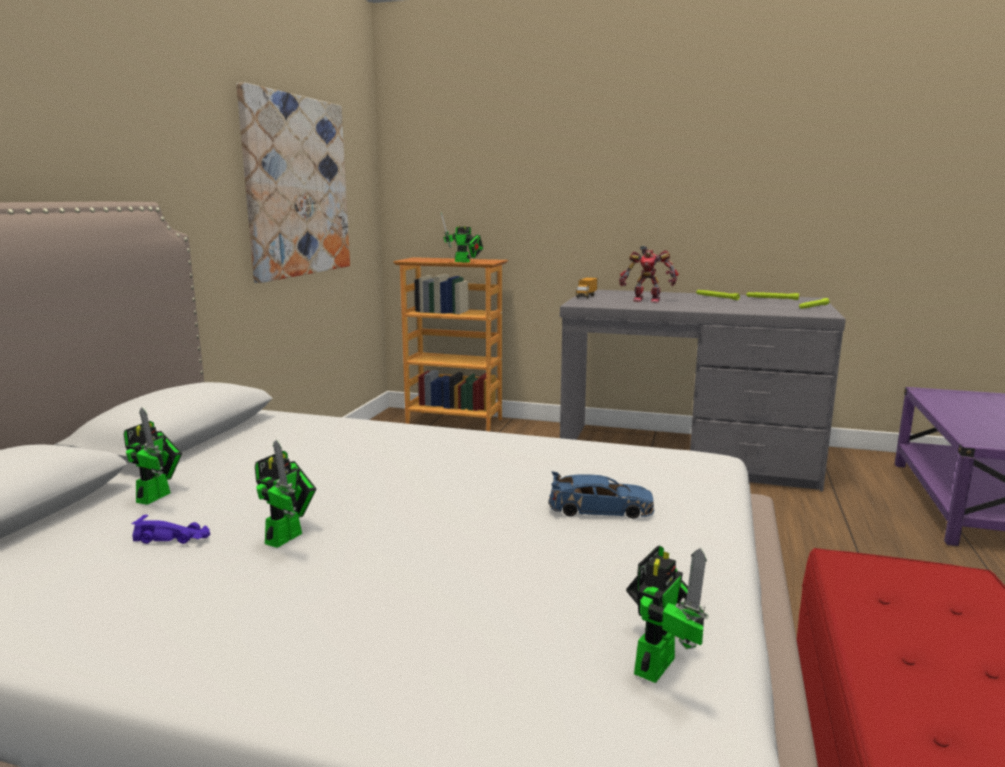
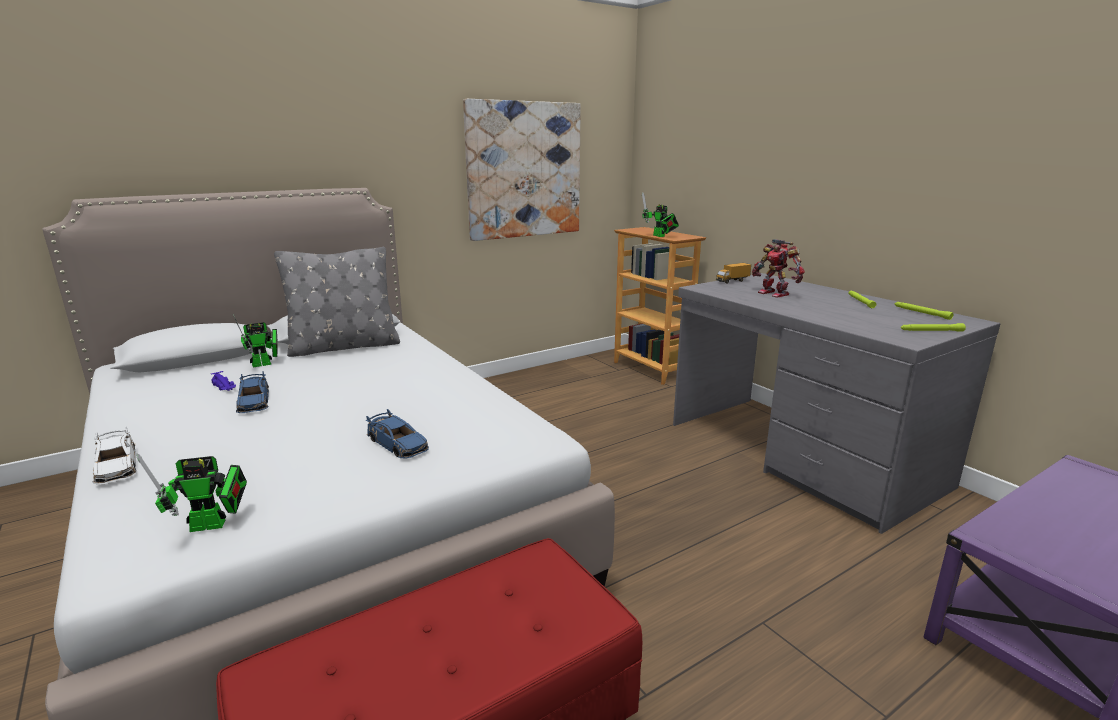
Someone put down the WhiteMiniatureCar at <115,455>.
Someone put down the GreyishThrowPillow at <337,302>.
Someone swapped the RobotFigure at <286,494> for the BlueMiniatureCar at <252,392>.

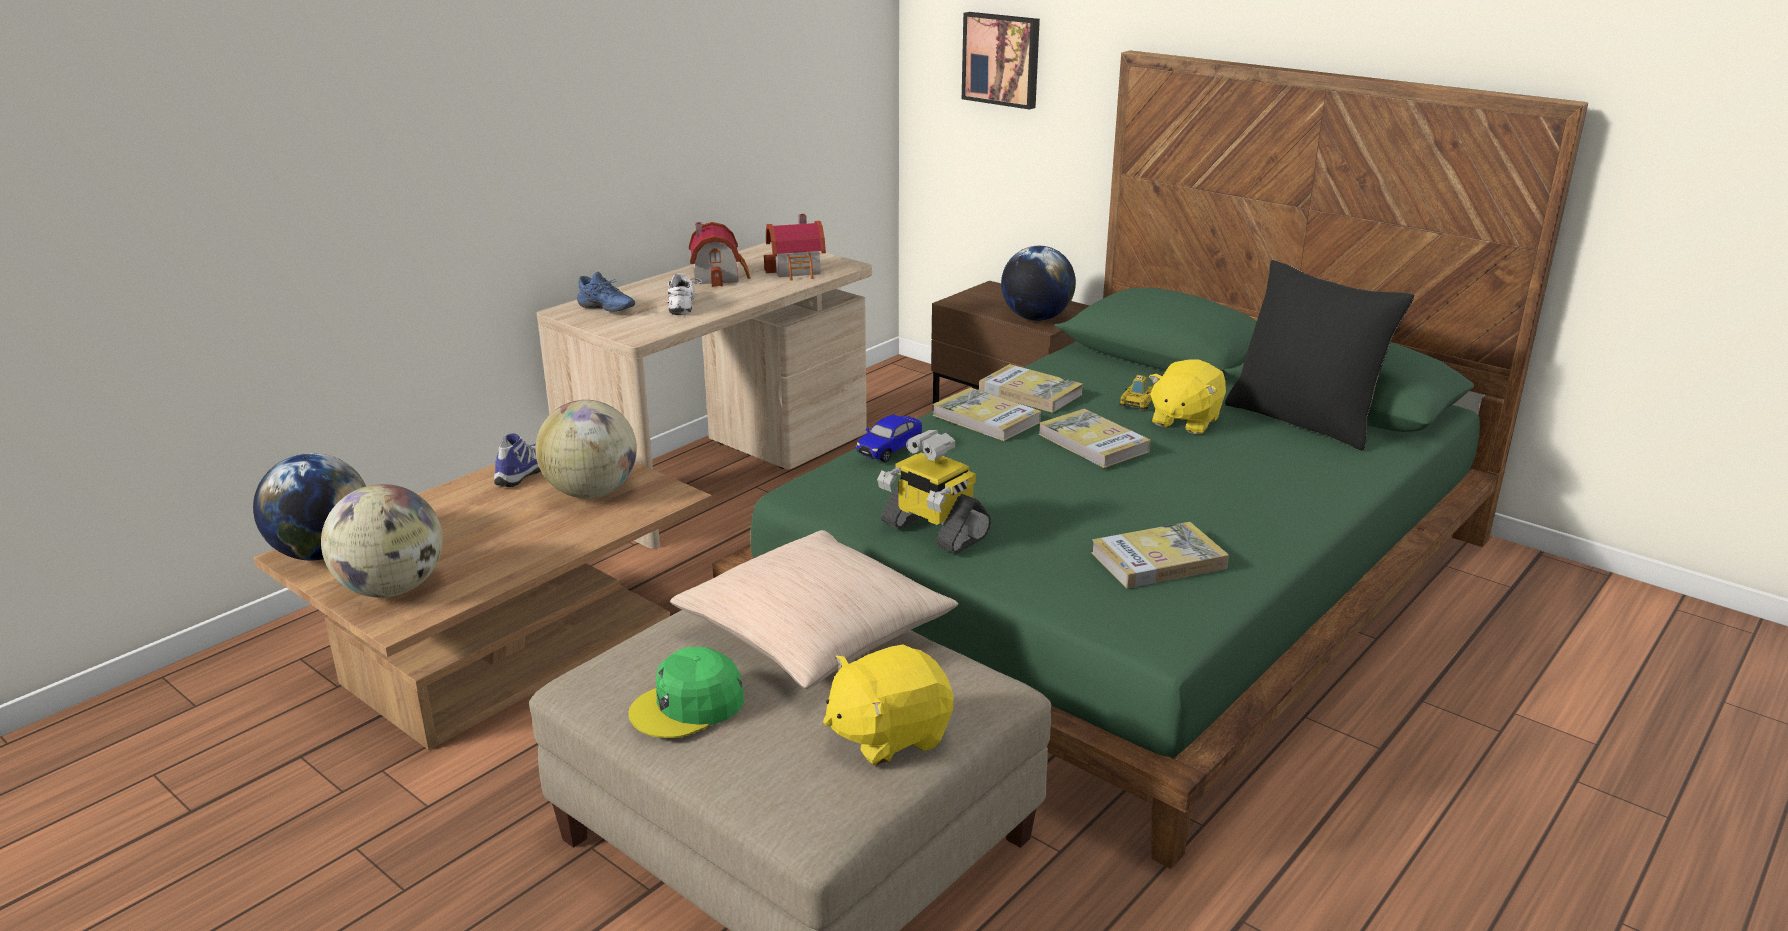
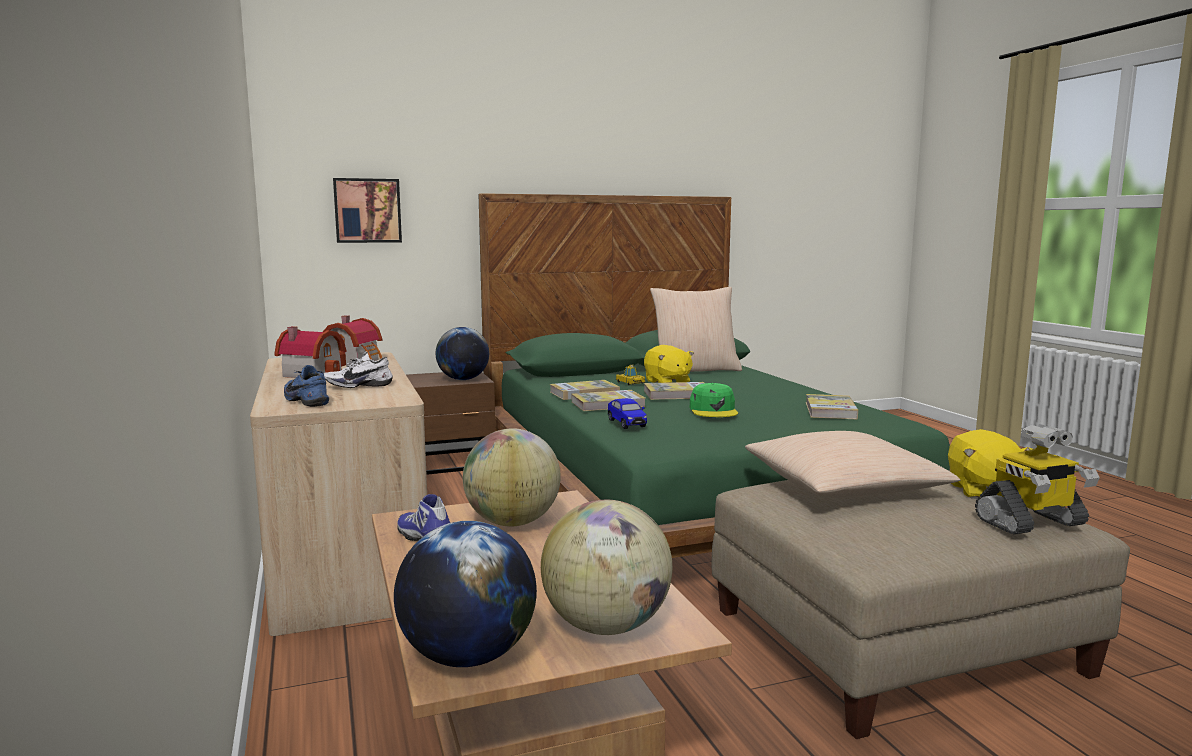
Someone carried the GreenBaseballCap from <686,692> to <714,400>.
Someone carried the RobotFigure from <934,492> to <1037,479>.
Someone repainted the BlackColouredThrowPillow at <1320,355>, which became the BeigeThrowPillow at <696,329>.
Someone rotated the BlueLowShoe at <606,292> by 105 degrees counterclockwise.
Someone rotated the WhiteLowShoe at <684,294> by 45 degrees counterclockwise.

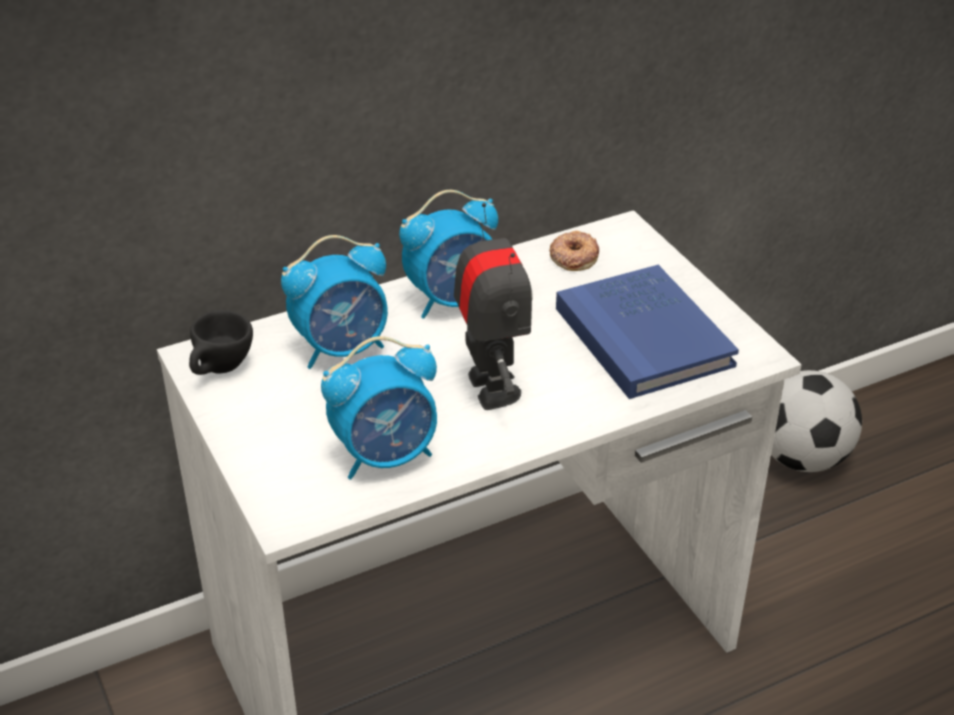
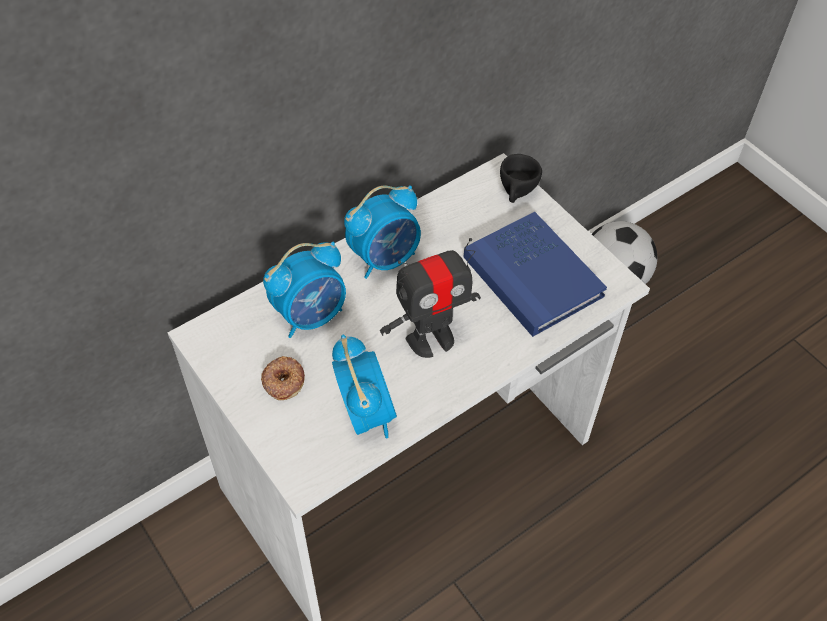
Someone carried the BlackColouredCup from <221,342> to <521,178>.
Someone carried the RingDoughnut from <574,251> to <283,378>.
Someone rotated the AlarmClock at <379,408> by 75 degrees counterclockwise.
Someone rotated the RobotFigure at <493,306> by 90 degrees clockwise.

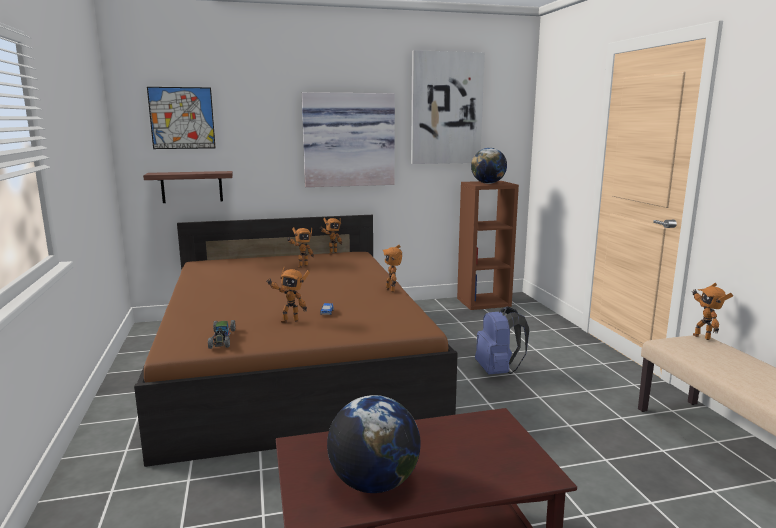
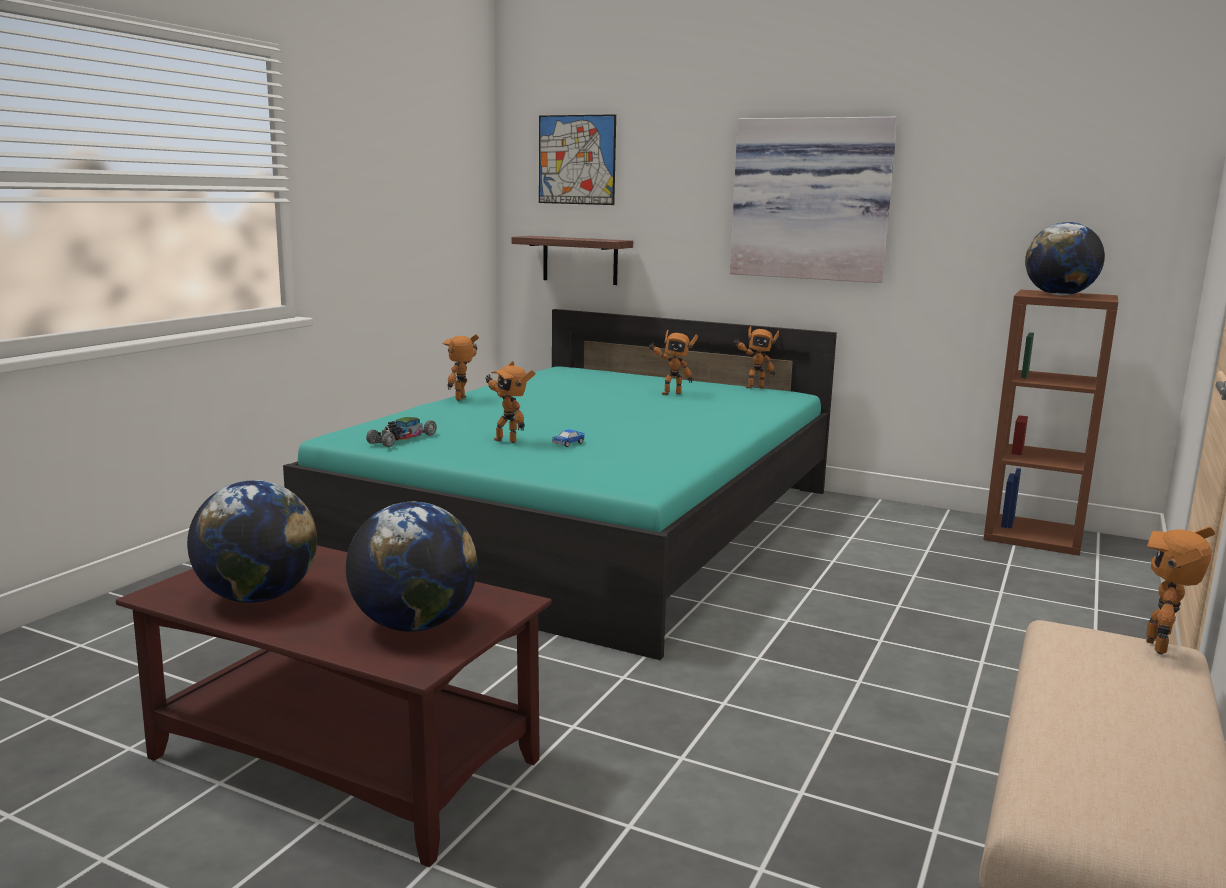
Someone took away the WallPicture at <448,107>.
Someone took away the BlueBackpack at <502,340>.
Someone put down the DeskGlobe at <411,567>.
Someone carried the RobotFigure from <392,268> to <460,367>.
Someone repainted the BrownishBed at <296,341>, which became the BlueGreenBed at <560,484>.

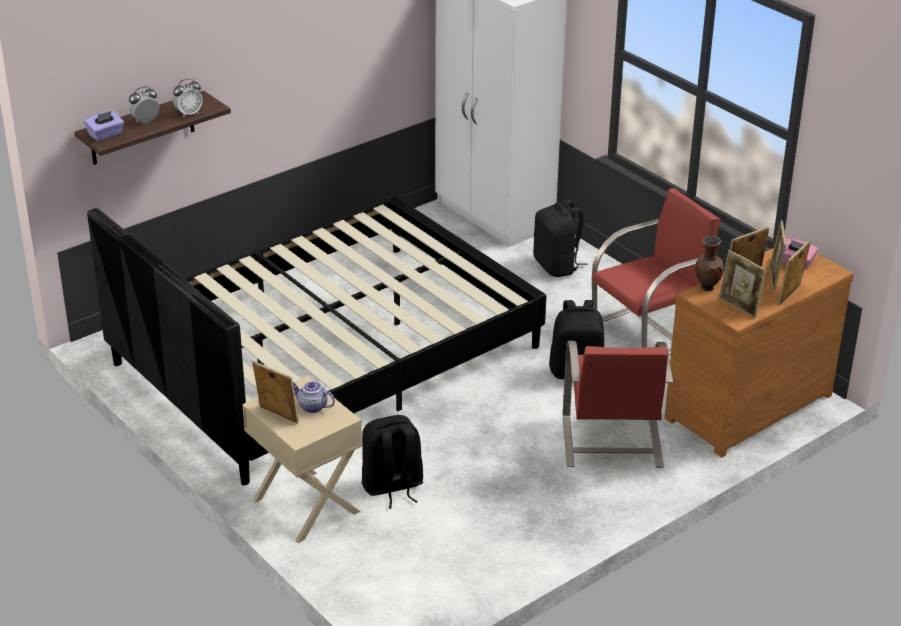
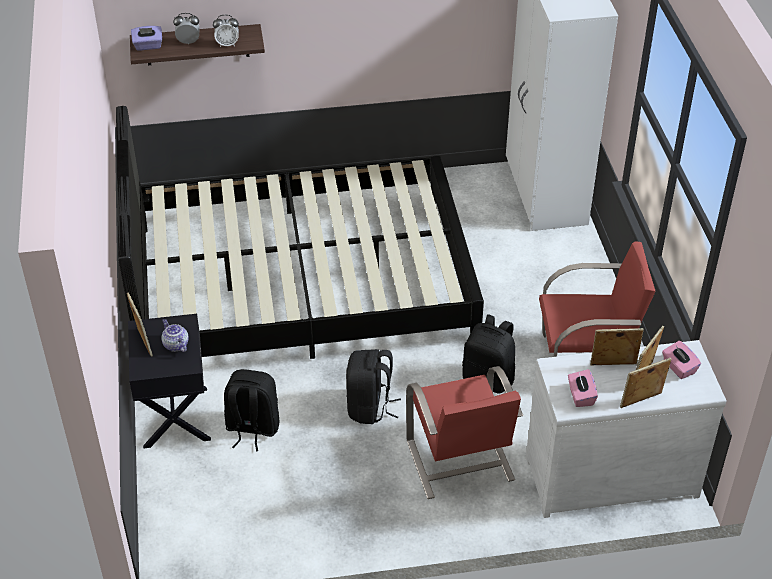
Someone took away the BrownishDecorativeVase at <709,263>.
Someone carried the BlackColouredBackpack from <560,238> to <373,386>.
Someone swapped the StandingFrame at <743,284> for the PinkTissueBox at <583,388>.
Someone repainted the BeigeNightTable at <302,459>, which became the BlackColouredNightTable at <169,381>.
Someone repainted the BrownishDrawerChest at <759,353>, which became the WhiteDrawerChest at <626,429>.
Someone rotated the RedColouredPlainChair at <618,404> by 45 degrees counterclockwise.

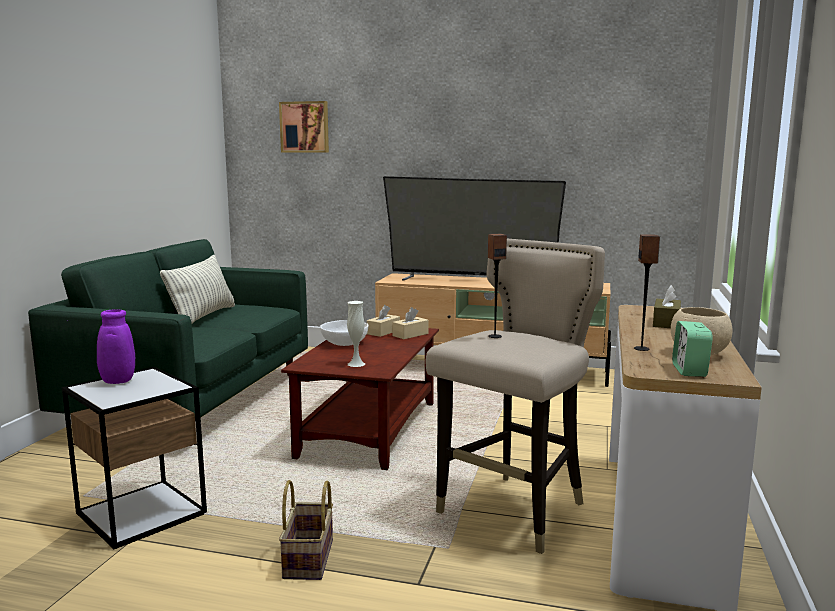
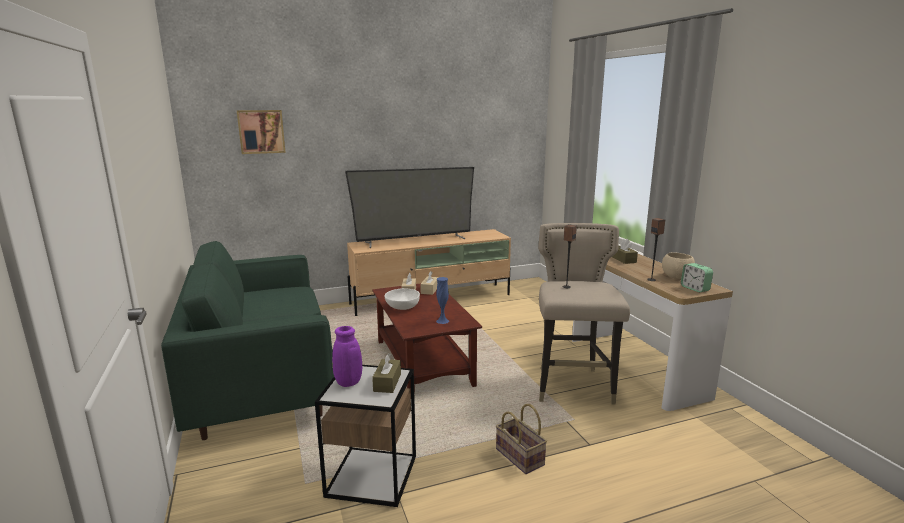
Someone took away the ThrowPillow at <197,289>.
Someone put down the BrownishTissueBox at <386,373>.
Someone repainted the WhiteDecorativeVase at <356,334>, which became the BlueDecorativeVase at <442,300>.

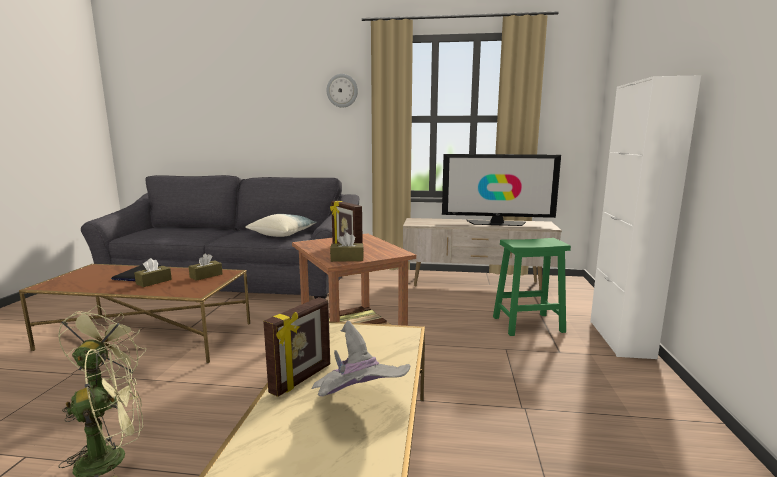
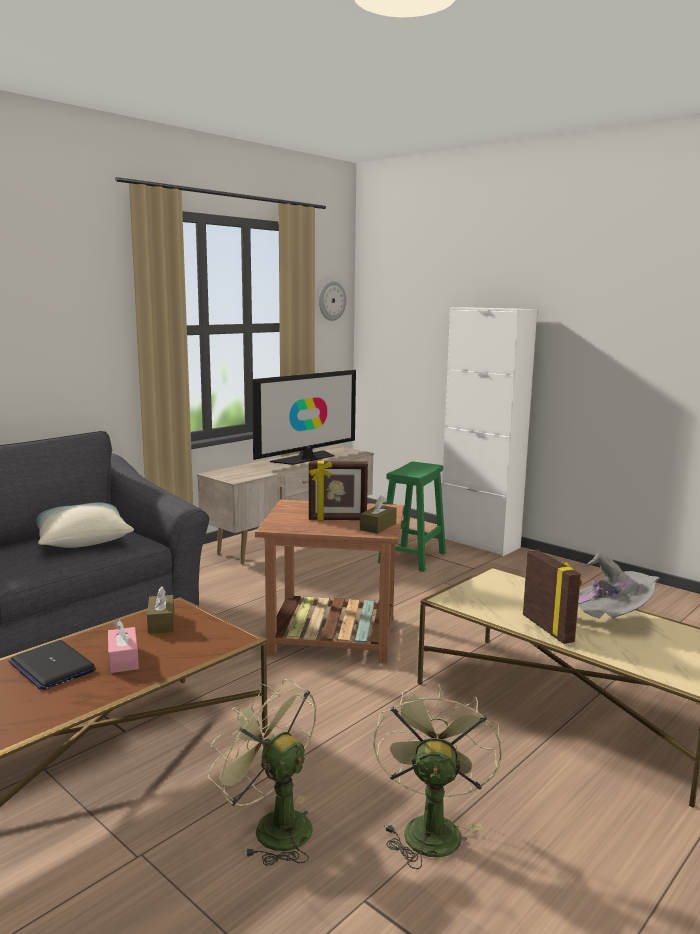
Someone carried the HangingClock from <342,90> to <332,301>.
Someone repainted the BrownishTissueBox at <153,272>, which became the PinkTissueBox at <123,646>.

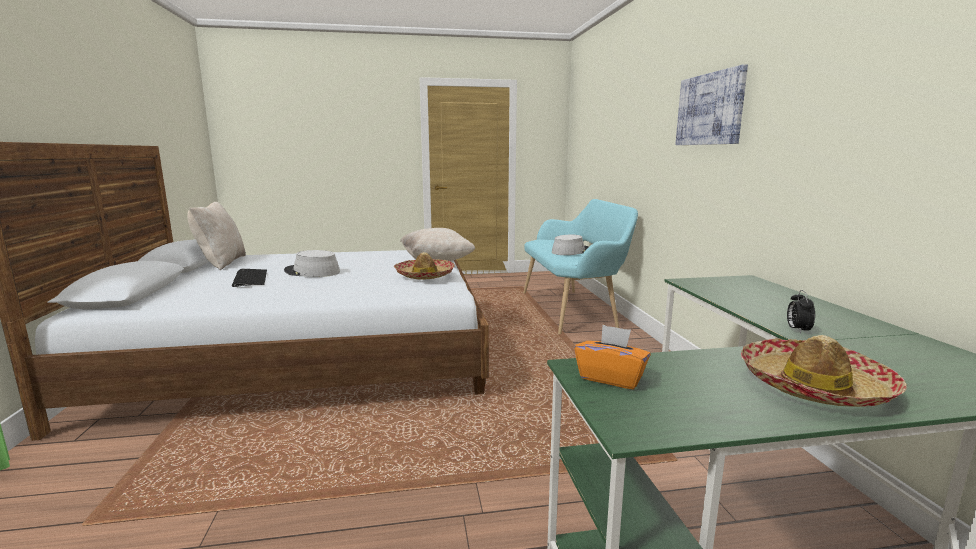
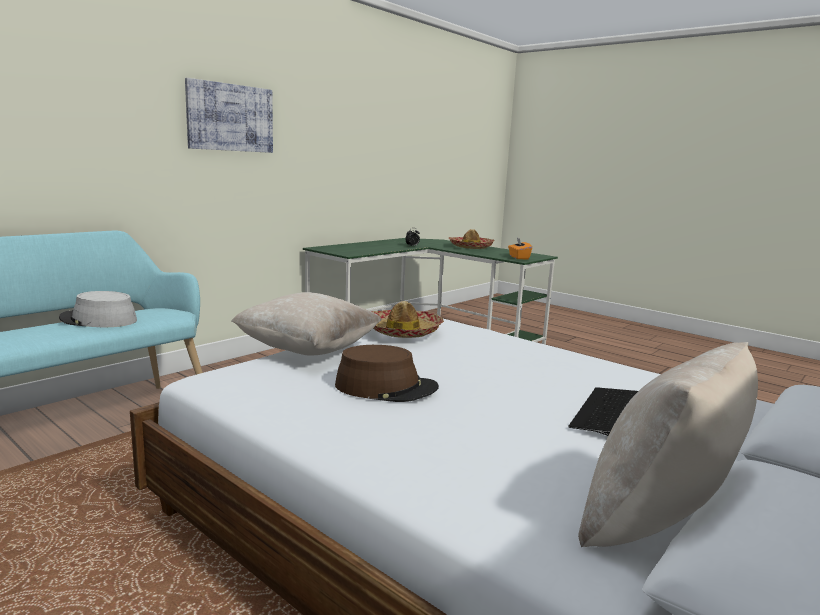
Someone took away the GreyishClothingHat at <312,263>.
Someone put down the BrownishClothingHat at <387,373>.

